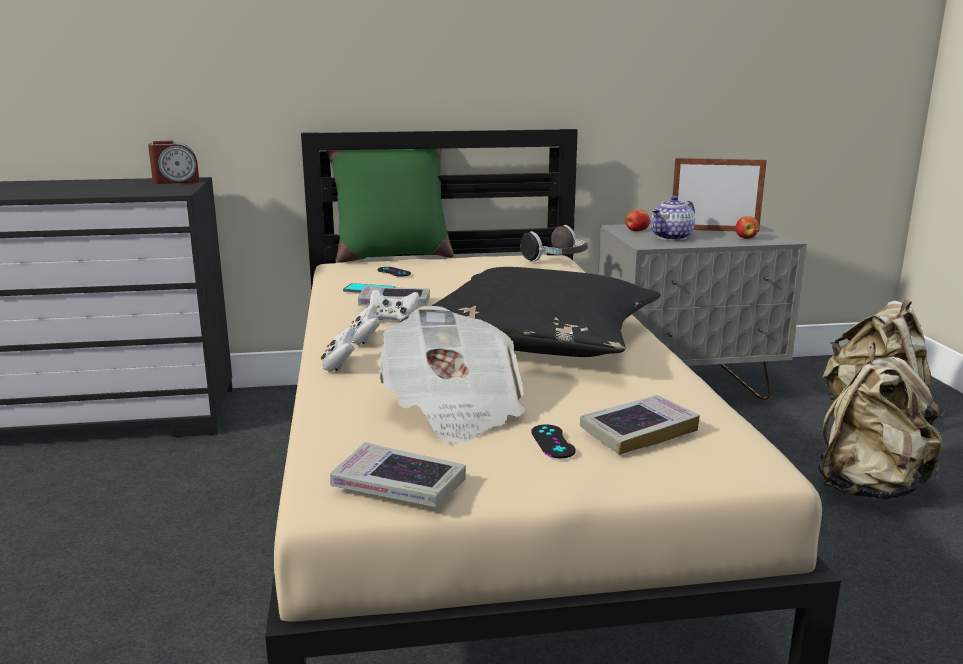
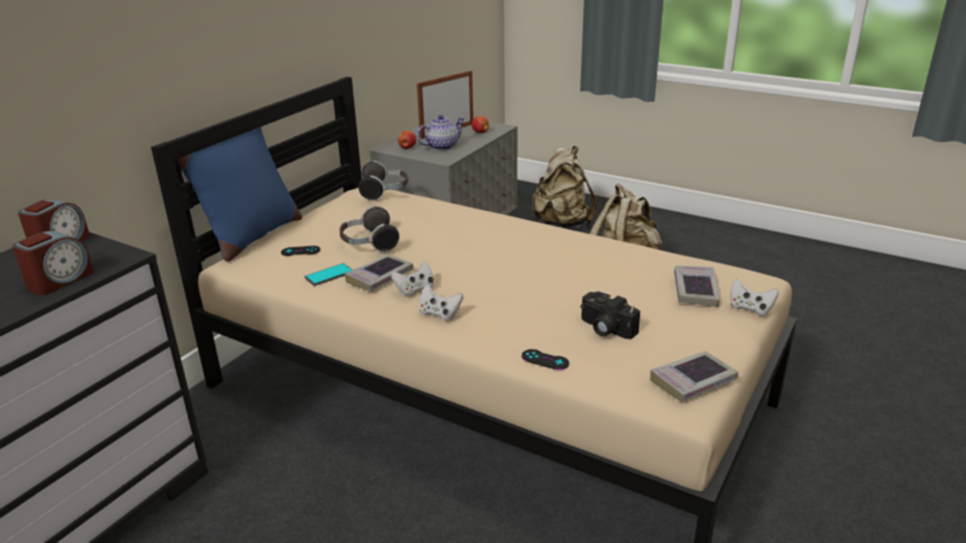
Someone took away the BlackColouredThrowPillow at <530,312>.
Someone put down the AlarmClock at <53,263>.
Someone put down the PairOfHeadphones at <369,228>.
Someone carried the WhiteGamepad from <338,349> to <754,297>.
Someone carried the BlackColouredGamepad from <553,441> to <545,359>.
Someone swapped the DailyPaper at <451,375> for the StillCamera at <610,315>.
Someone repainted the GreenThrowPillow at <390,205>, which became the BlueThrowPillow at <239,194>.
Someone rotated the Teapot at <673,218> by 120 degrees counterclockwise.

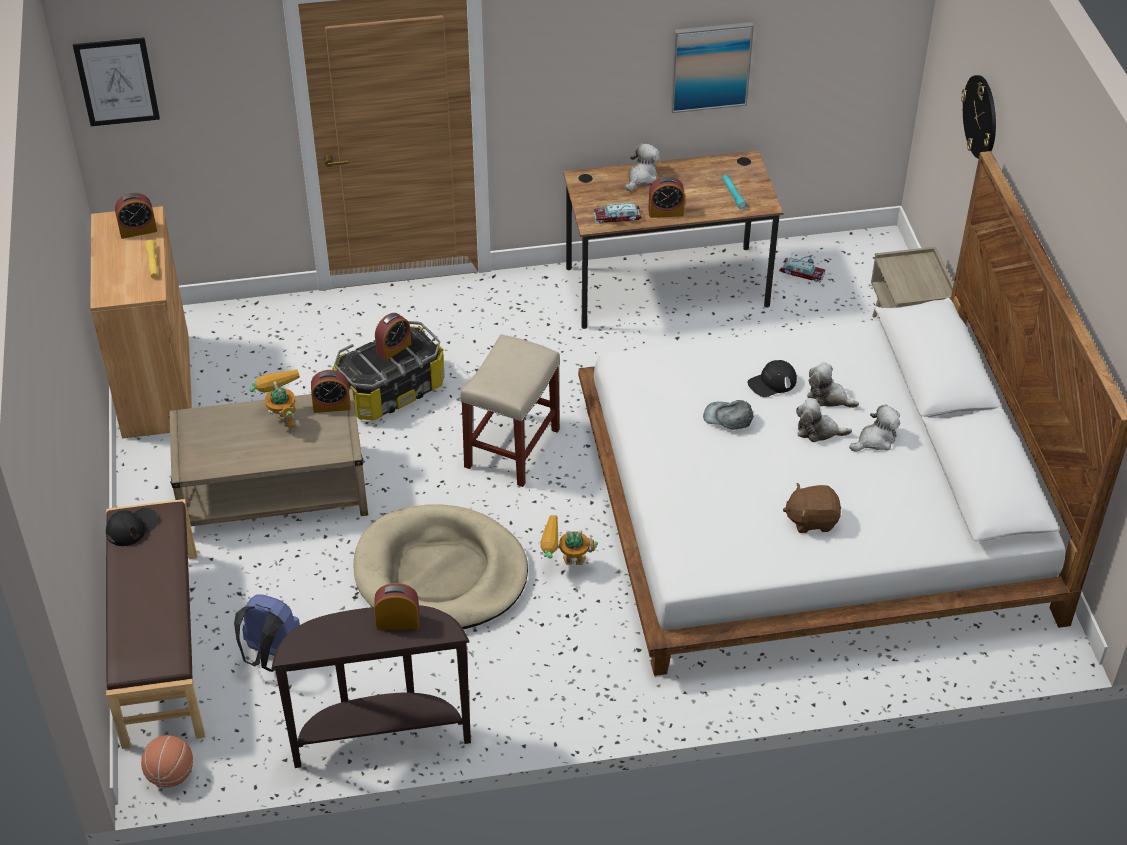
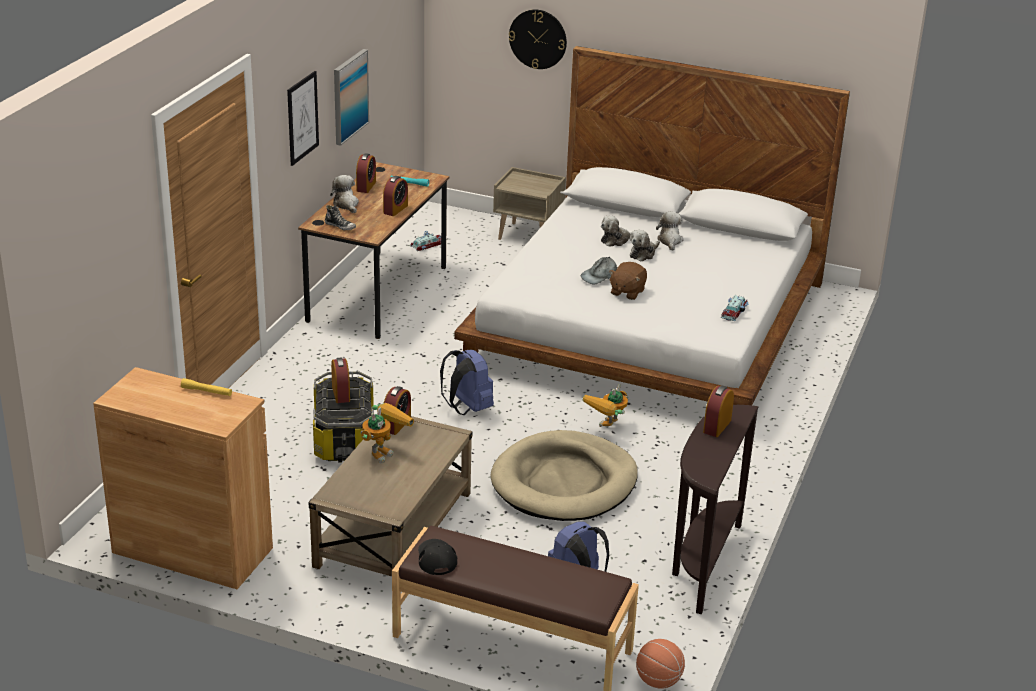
Someone took away the BlackColouredBaseballCap at <772,378>.
Someone put down the LowShoe at <340,218>.
Someone carried the WallPicture from <116,81> to <303,118>.
Someone carried the AlarmClock from <136,215> to <366,173>.
Someone carried the MiniatureCar from <617,213> to <735,307>.
Someone carried the BrownishPlushToy from <812,508> to <628,281>.
Someone swapped the BeigeStoolSeat at <510,410> for the BlueBackpack at <467,382>.
Someone rotated the RobotFigure at <275,399> by 120 degrees clockwise.

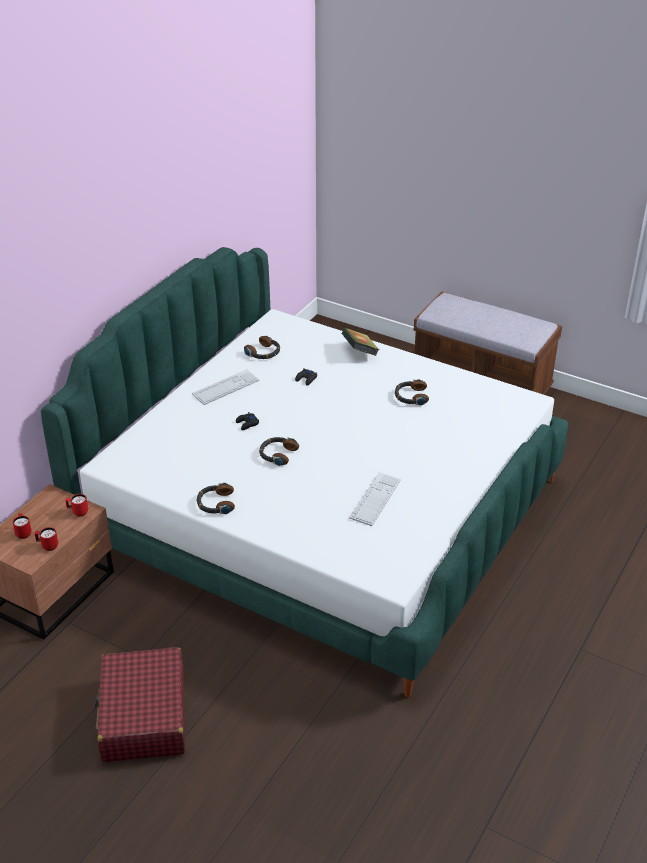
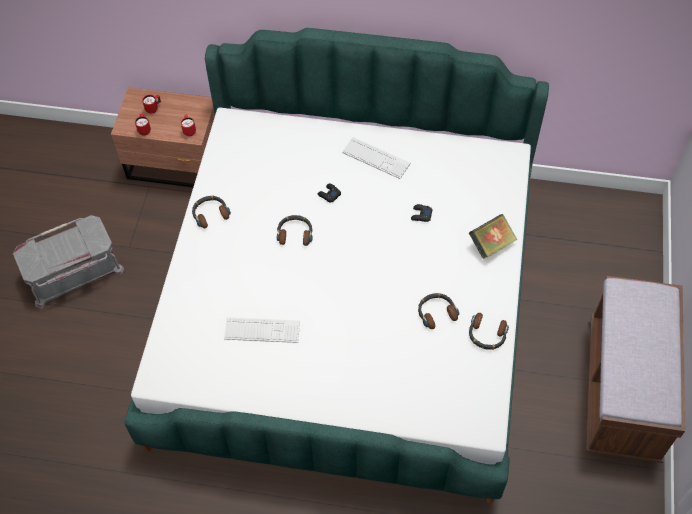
Someone carried the PairOfHeadphones from <262,347> to <489,331>.
Someone swapped the RedColouredPieceOfLuggage at <139,704> for the GreyishStorageContainer at <68,261>.

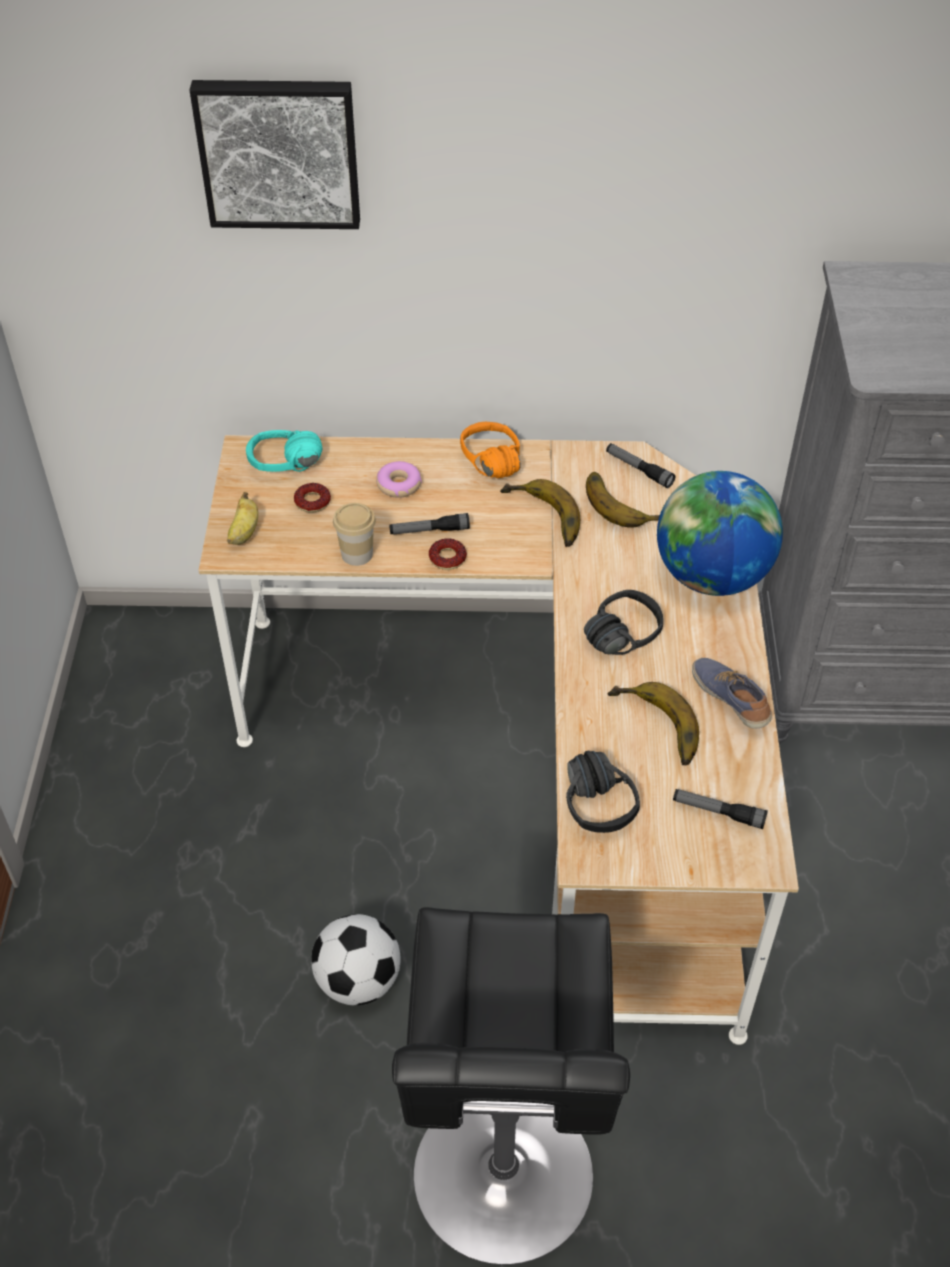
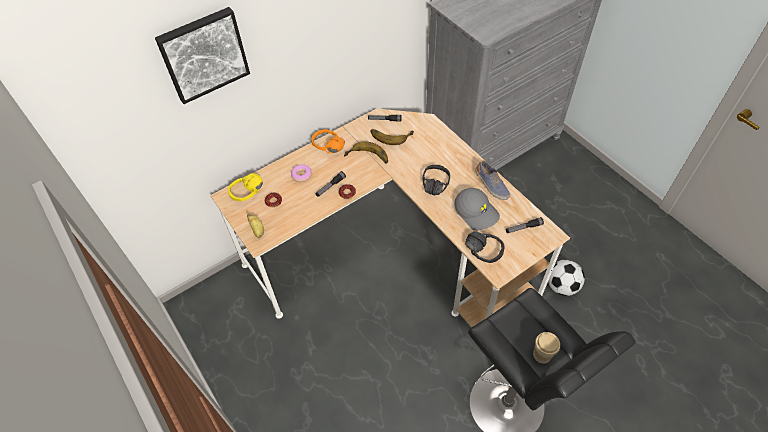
Someone took away the DeskGlobe at <720,533>.
Someone carried the BallForFootball from <356,960> to <566,278>.
Someone carried the Cup from <354,534> to <546,348>.
Someone swapped the Banana at <653,724> for the GreyishBaseballCap at <477,209>.
Someone repainted the BlueGreenPairOfHeadphones at <284,451>, which became the YellowColouredPairOfHeadphones at <245,187>.
Someone rotated the LowShoe at <732,693> by 150 degrees counterclockwise.

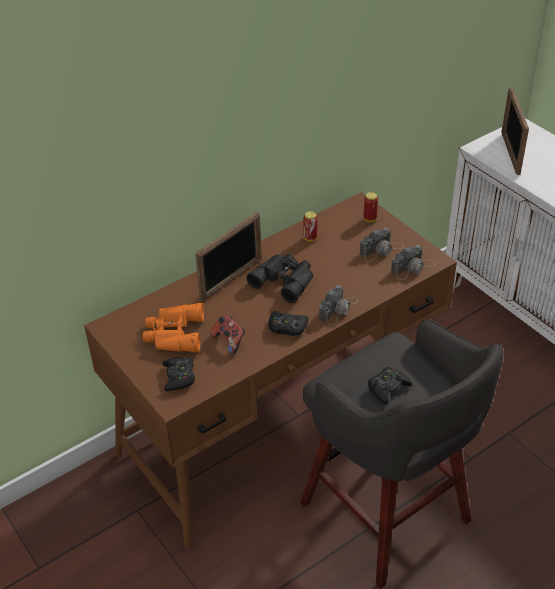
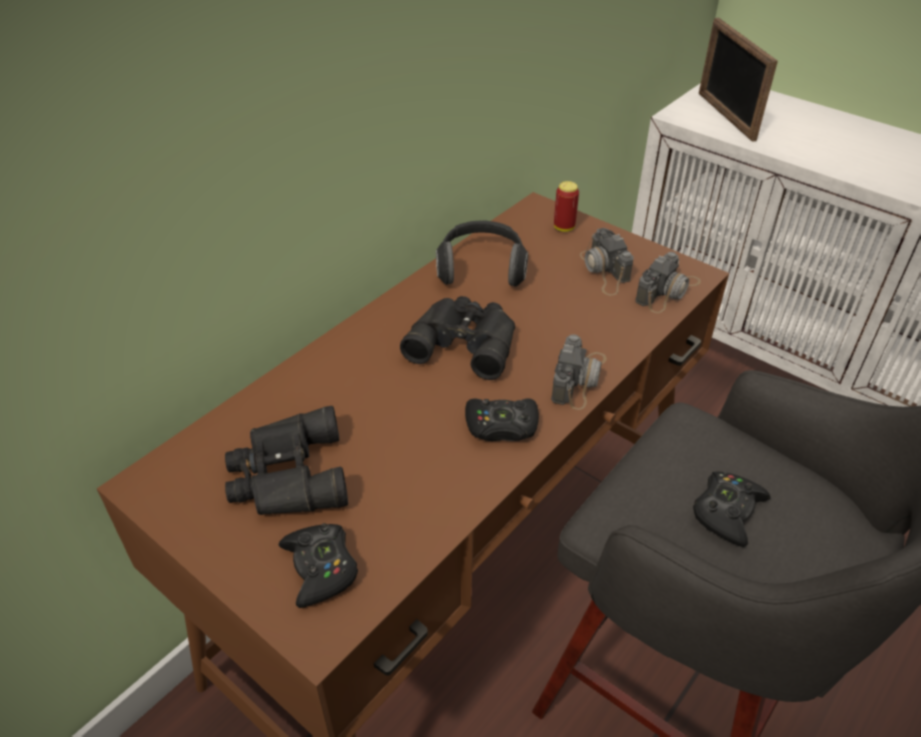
Someone took away the StandingFrame at <228,257>.
Someone took away the Gamepad at <227,334>.
Someone swapped the SealedCan at <310,226> for the PairOfHeadphones at <482,253>.
Someone repainted the OrangeFieldGlasses at <173,327>, which became the BlackColouredFieldGlasses at <286,460>.
Someone rotated the StillCamera at <382,245> by 120 degrees clockwise.

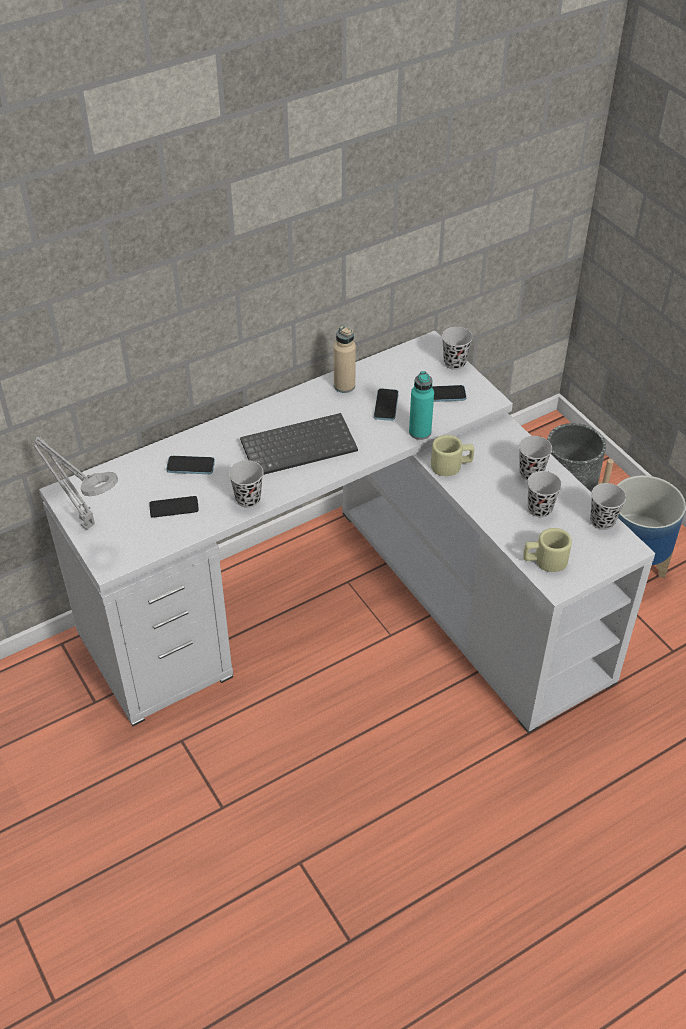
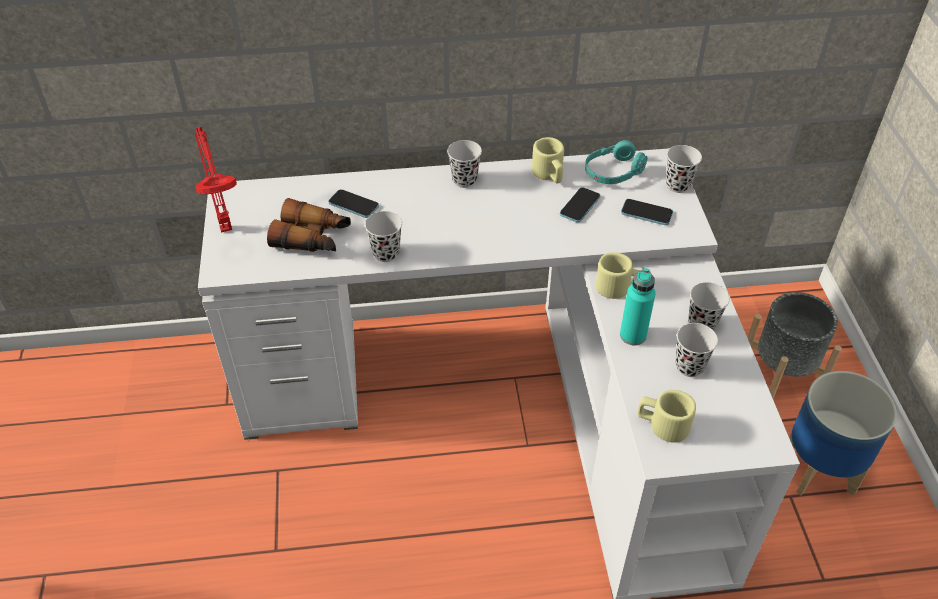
Someone took away the Keyboard at <299,444>.
Someone put down the BlueGreenPairOfHeadphones at <616,162>.
Someone carried the BlueGreenBottle from <421,405> to <638,306>.
Someone carried the BlackColouredCup from <608,506> to <464,164>.
Someone swapped the Telephone at <174,507> for the FieldGlasses at <309,225>.
Someone swapped the BeigeBottle at <345,359> for the BeigeCoffeeMug at <548,160>.
Someone repainted the GreyishTableLamp at <76,483>, which became the RedColouredTableLamp at <216,180>.

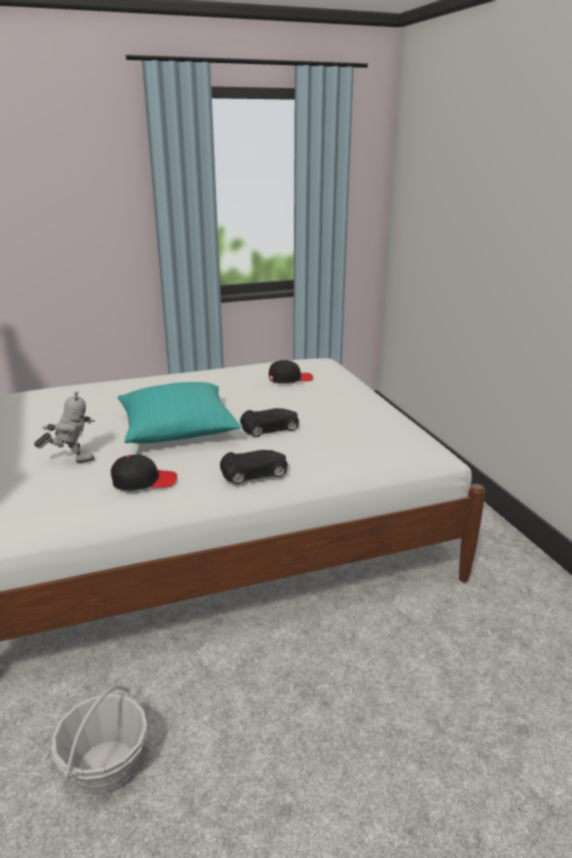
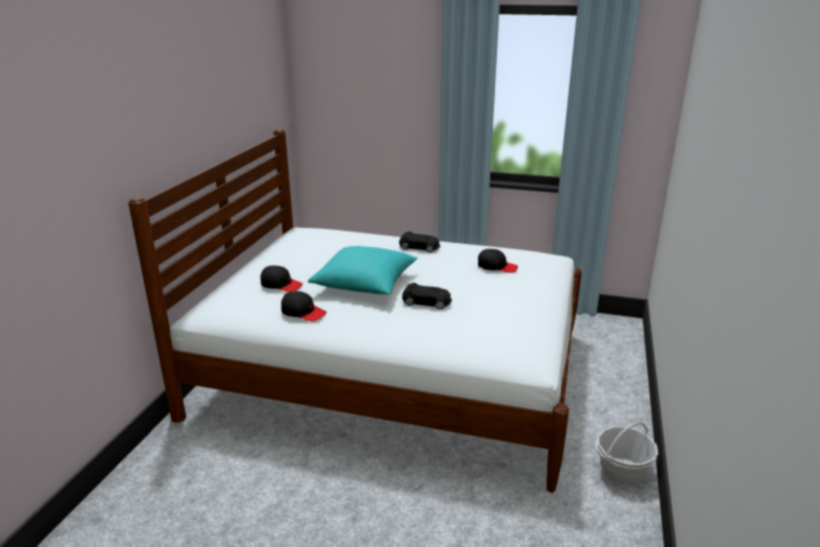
Someone carried the Basket from <99,740> to <627,453>.
Someone carried the BlackColouredMiniatureCar from <254,467> to <419,241>.
Someone swapped the RobotFigure at <64,427> for the BlackColouredBaseballCap at <282,278>.

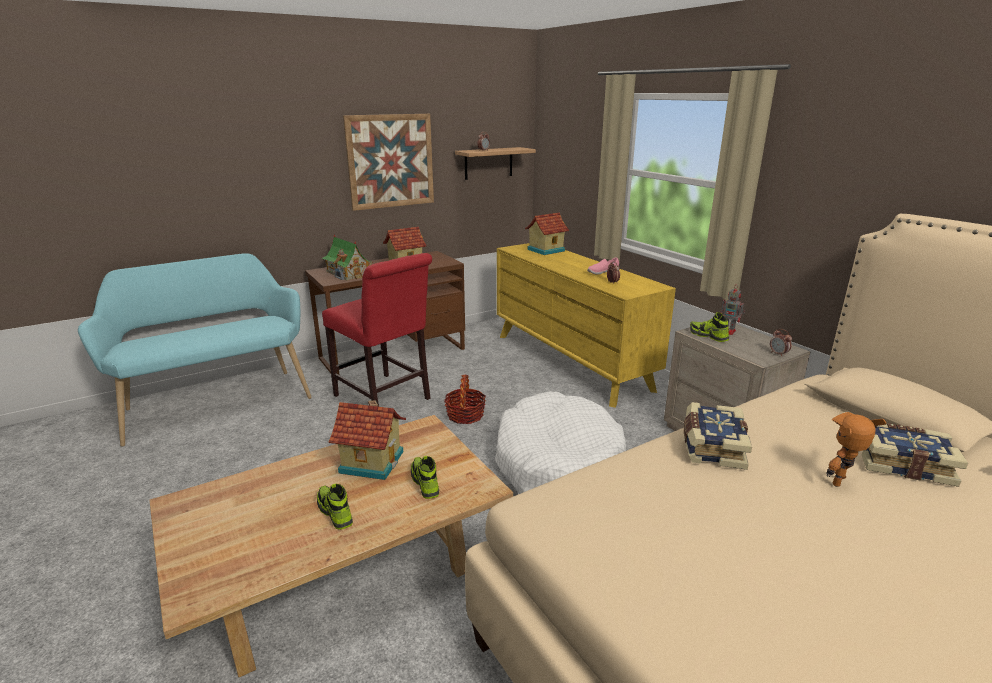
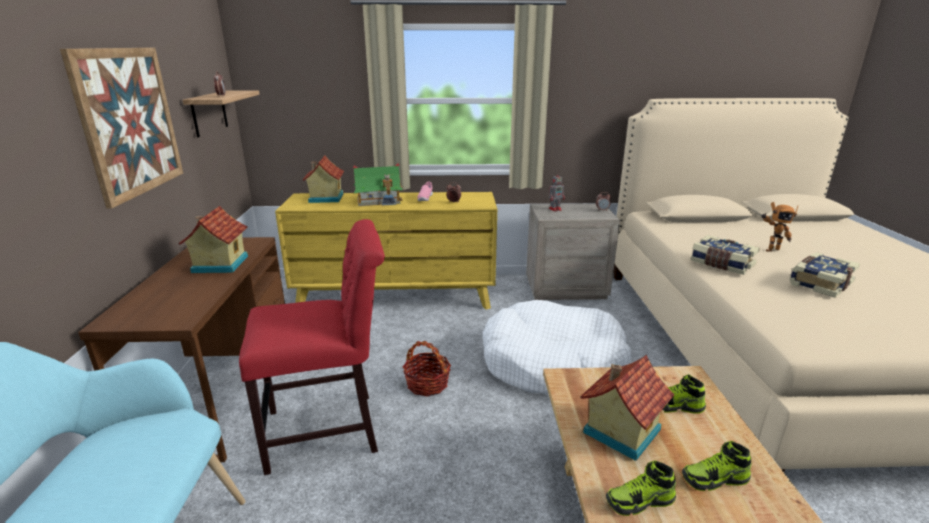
Someone carried the ModelHouse from <347,258> to <378,184>.
Someone carried the LowShoe from <709,327> to <641,488>.
Someone carried the BoundBook from <915,455> to <825,275>.
Someone rotated the RobotFigure at <856,449> by 90 degrees counterclockwise.

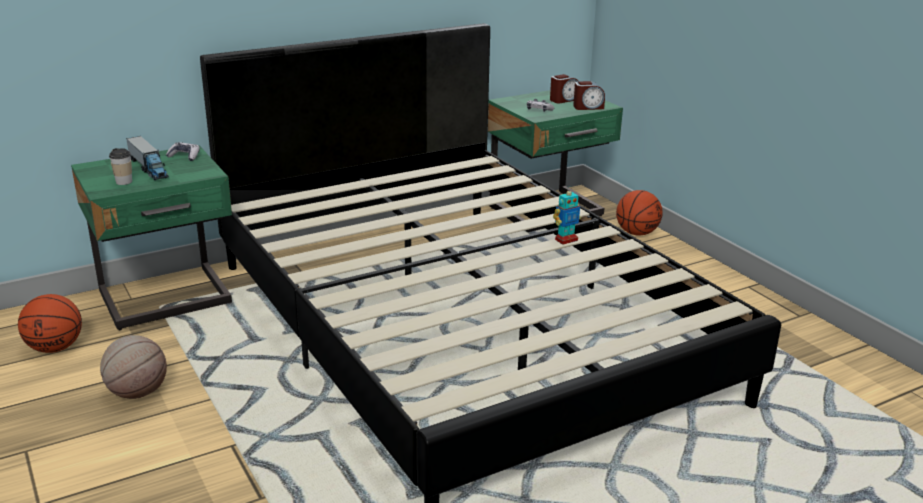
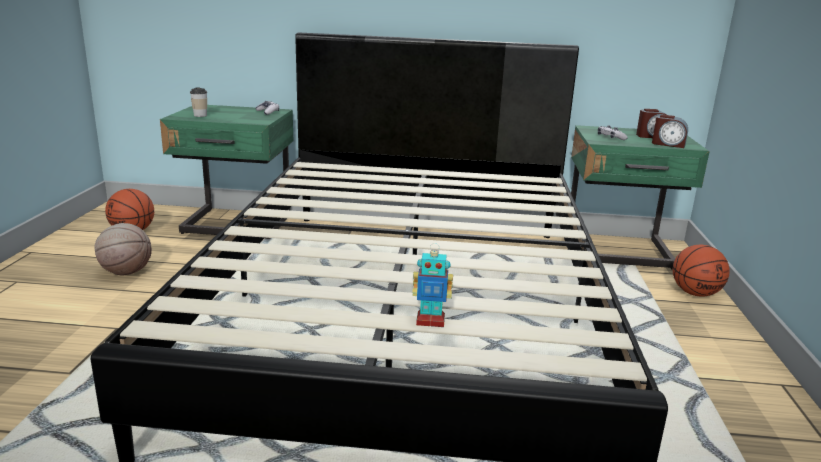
Someone took away the ToyLorry at <147,158>.
Someone carried the RobotFigure from <567,217> to <432,285>.

